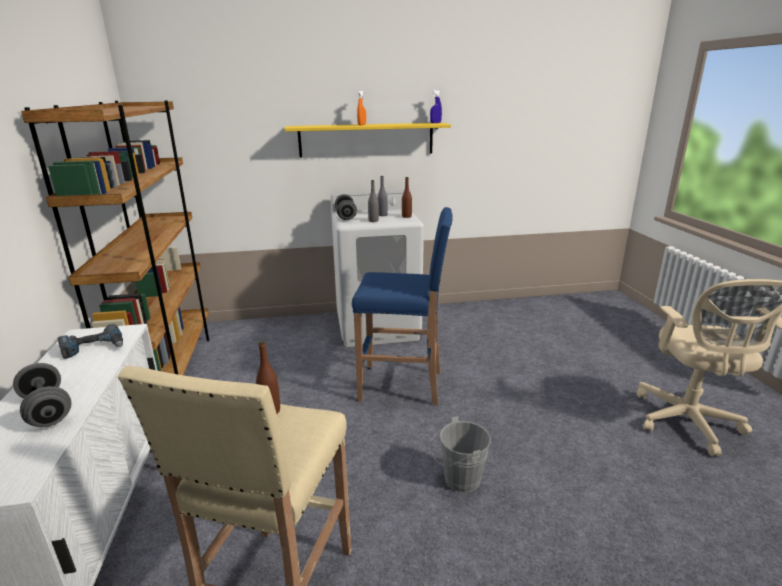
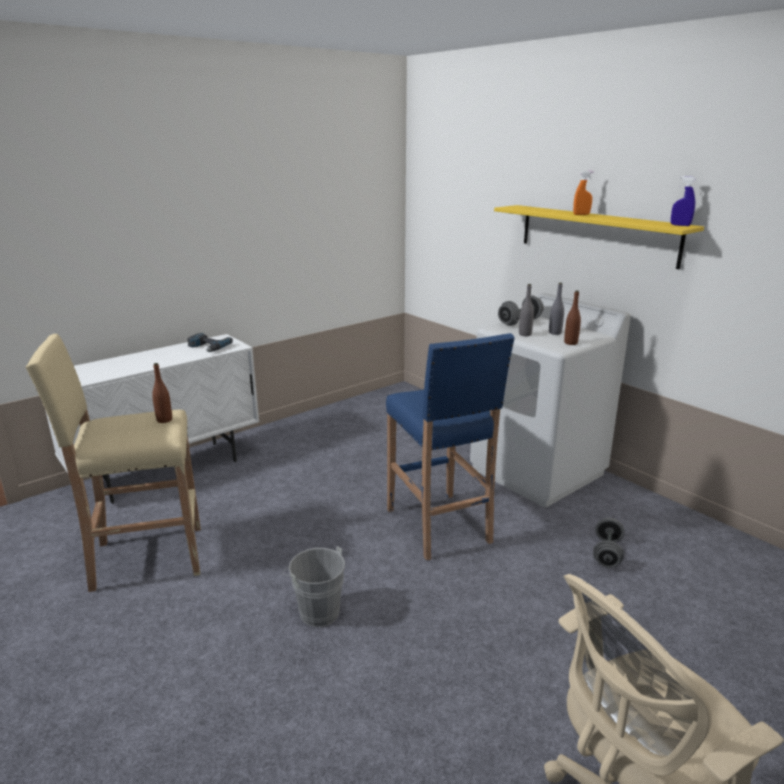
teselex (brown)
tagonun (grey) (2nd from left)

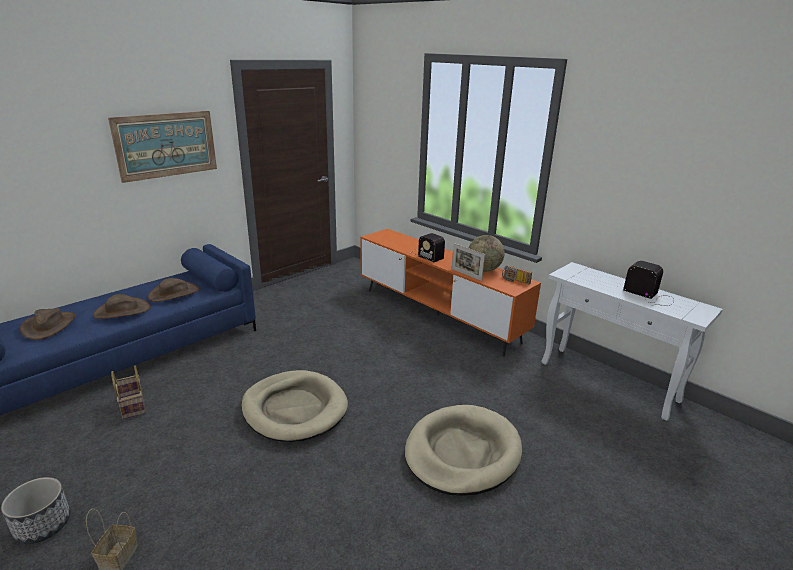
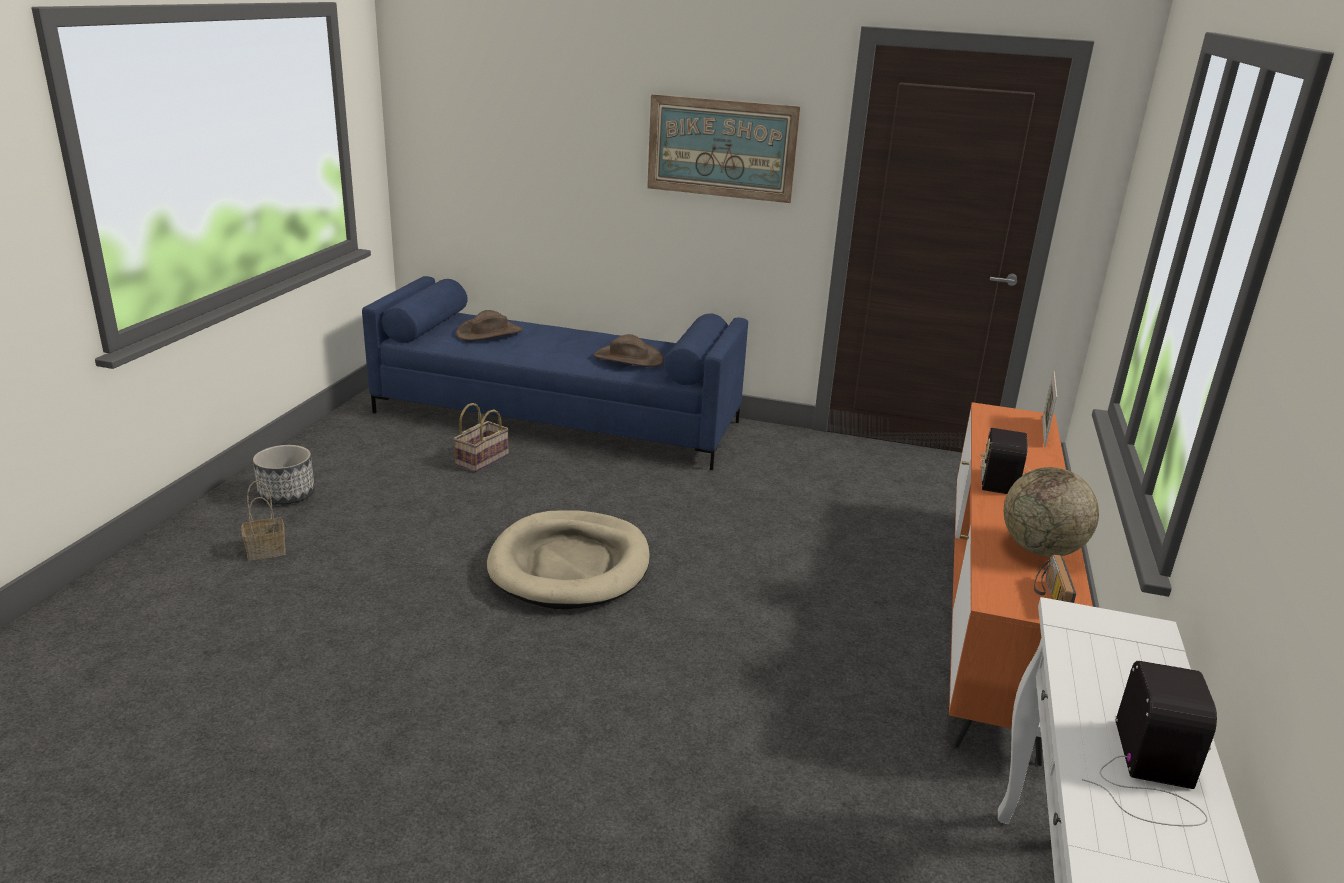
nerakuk
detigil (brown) (2nd from left in the first image)
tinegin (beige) (2nd from left in the first image)

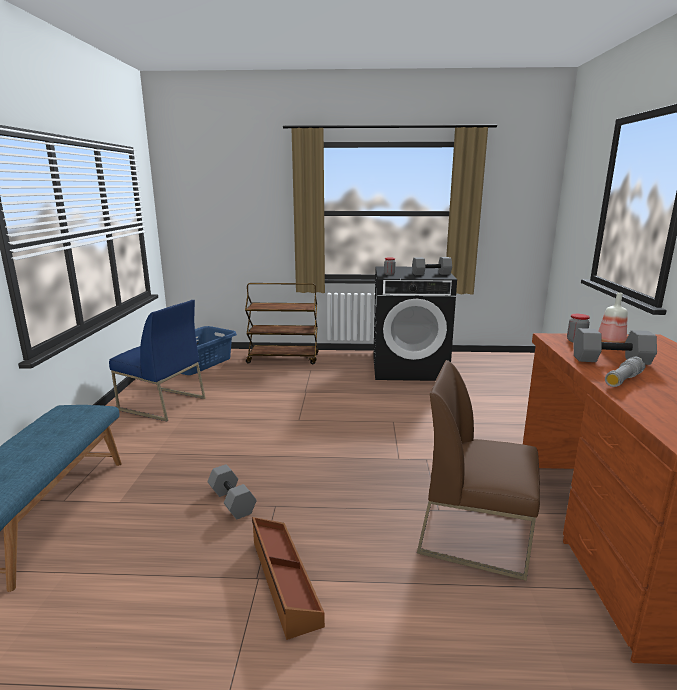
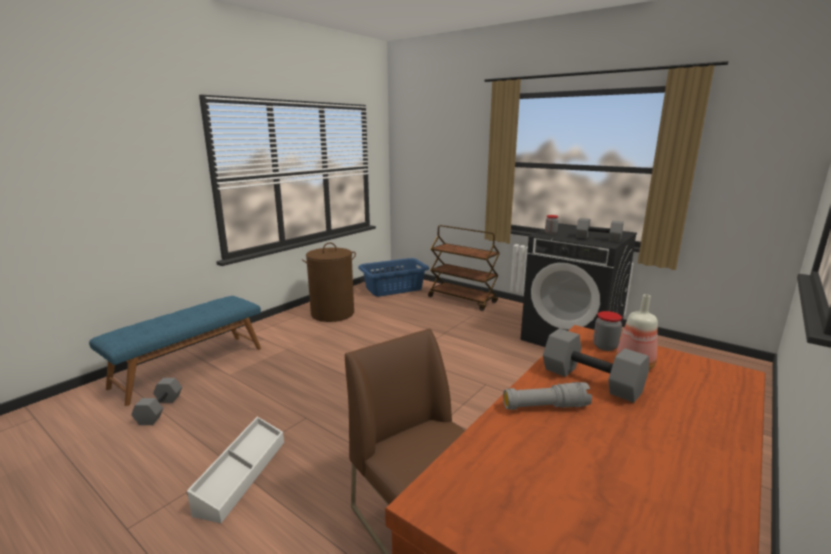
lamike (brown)
tagonun (grey) (1st from left)
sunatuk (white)

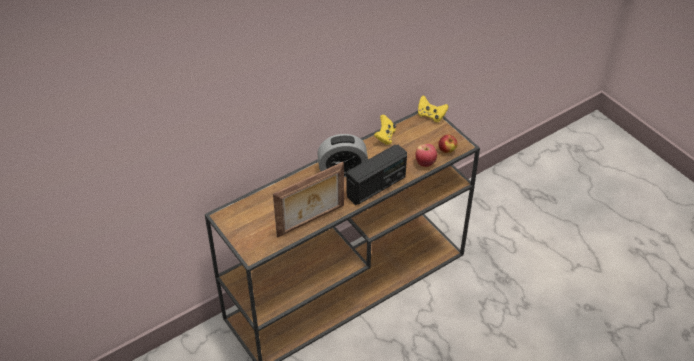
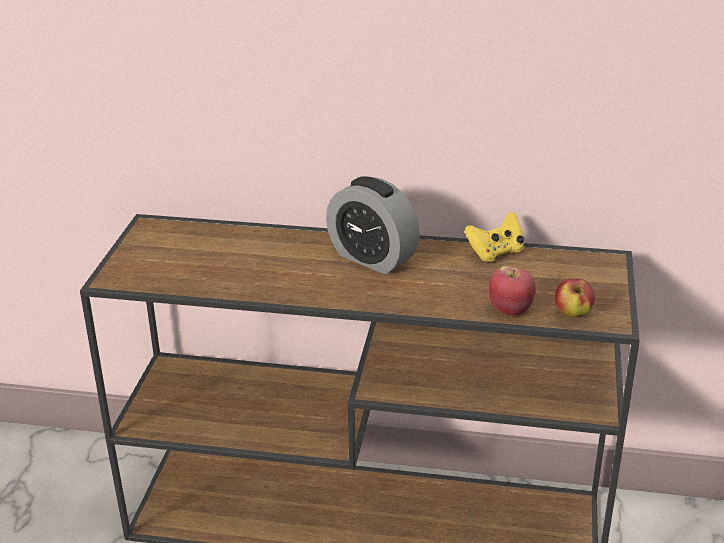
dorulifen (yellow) (2nd from left in the first image)
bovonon
nerakuk

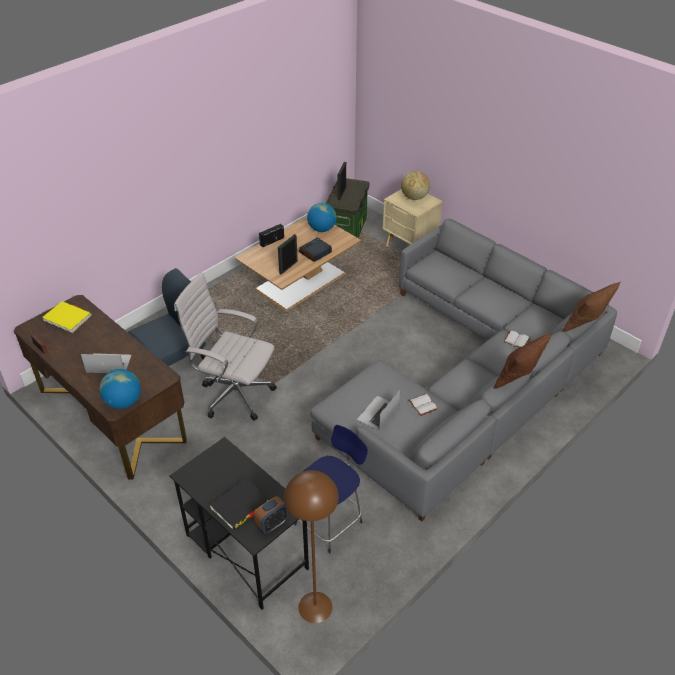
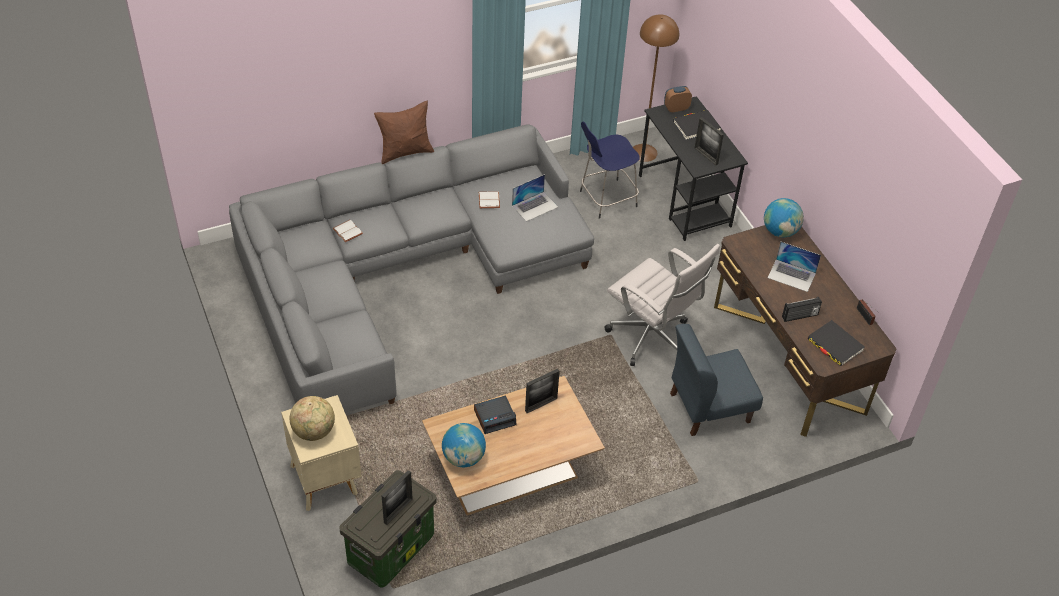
bovonon (1st from left)
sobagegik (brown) (2nd from left in the first image)
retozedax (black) (2nd from left)
nerakuk (3rd from left)

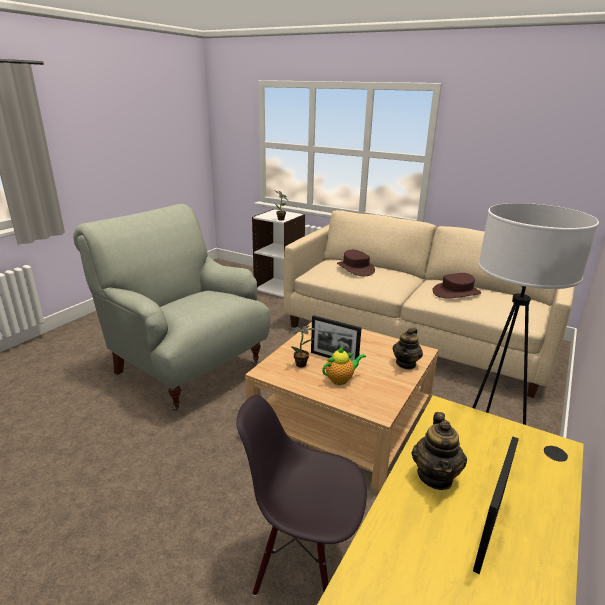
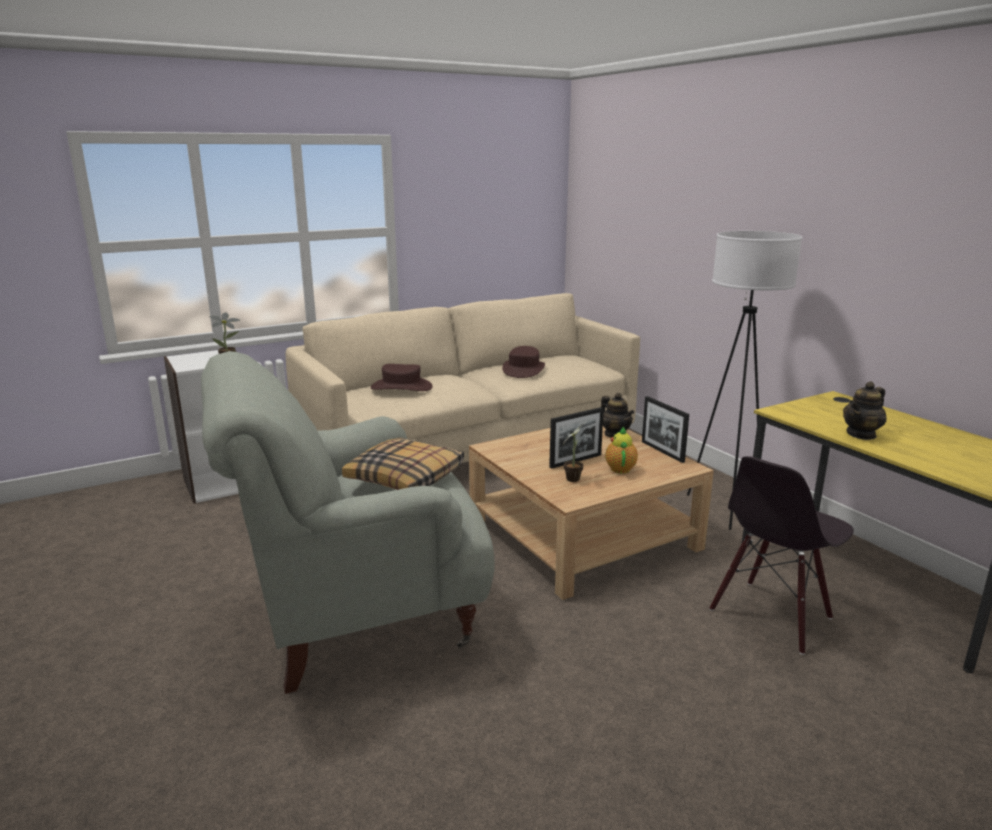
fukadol (3rd from left)
nerakuk (2nd from left)
sobagegik

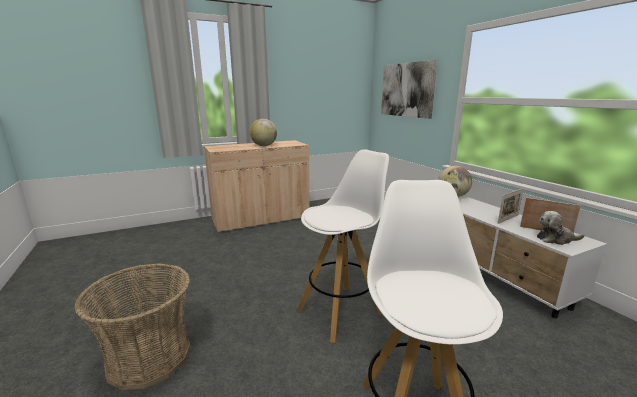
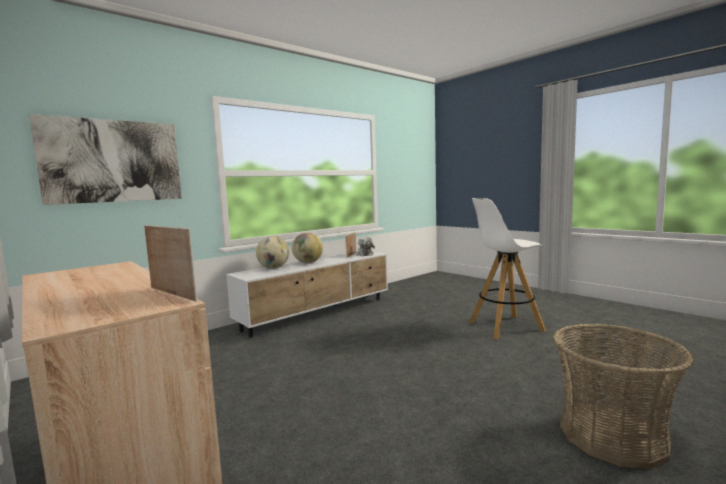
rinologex (2nd from left)
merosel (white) (1st from left in the first image)
nerakuk (1st from left)

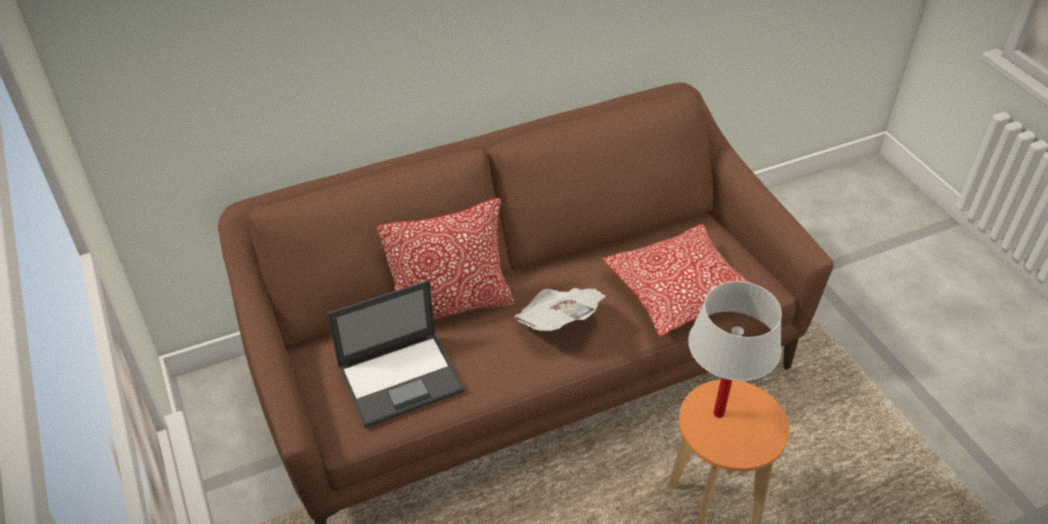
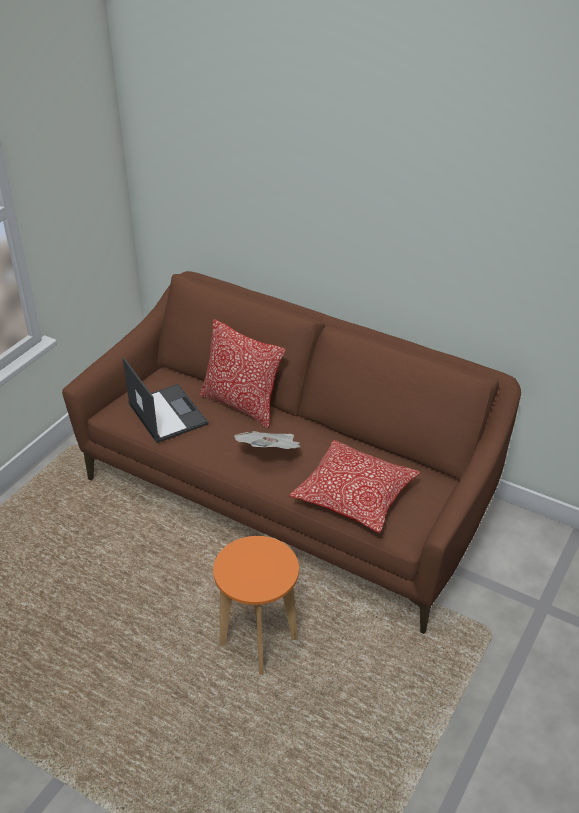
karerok
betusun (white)

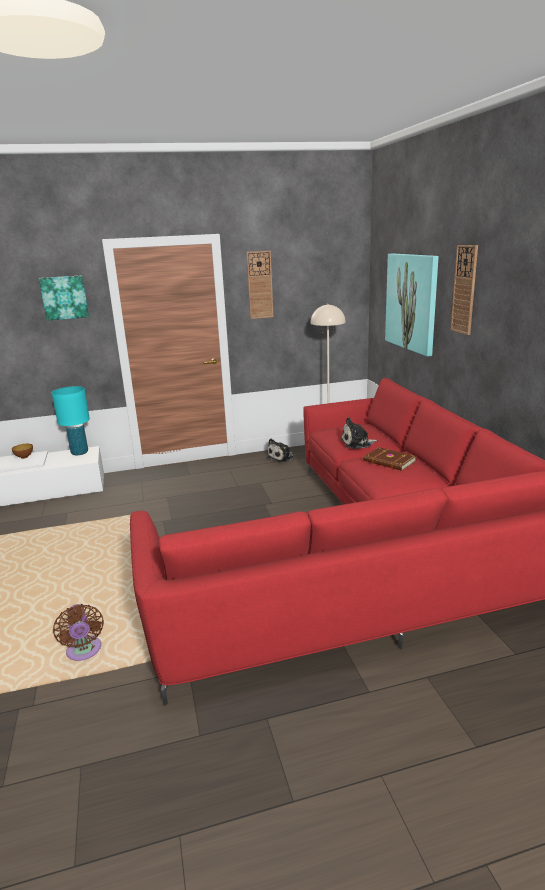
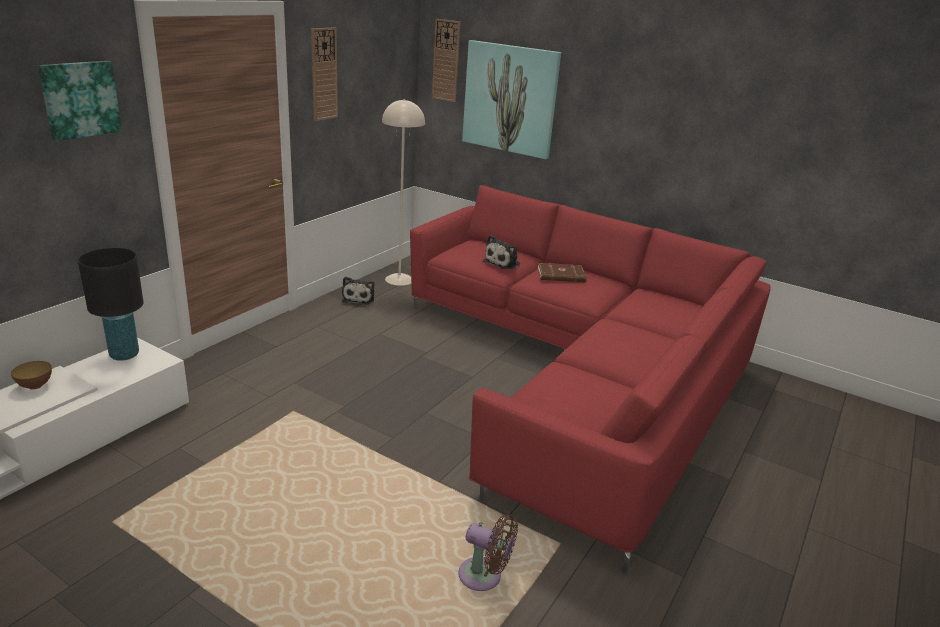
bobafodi (2nd from left)
betusun (black)

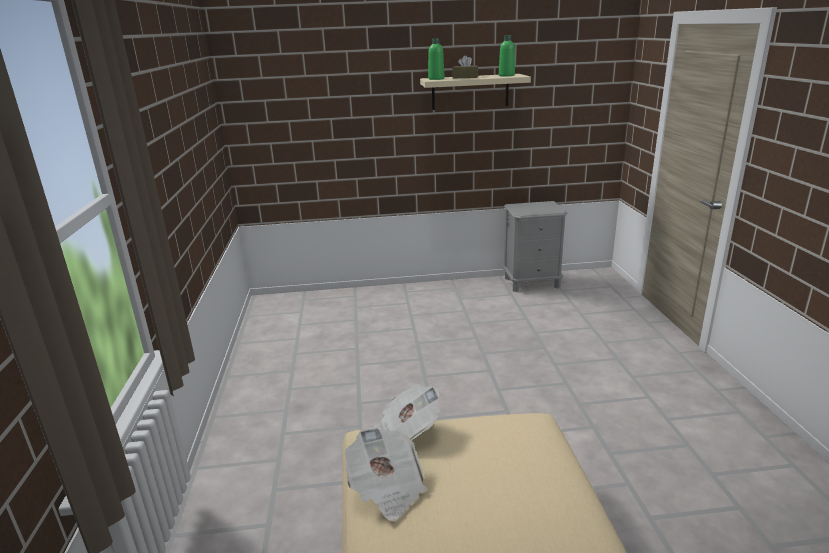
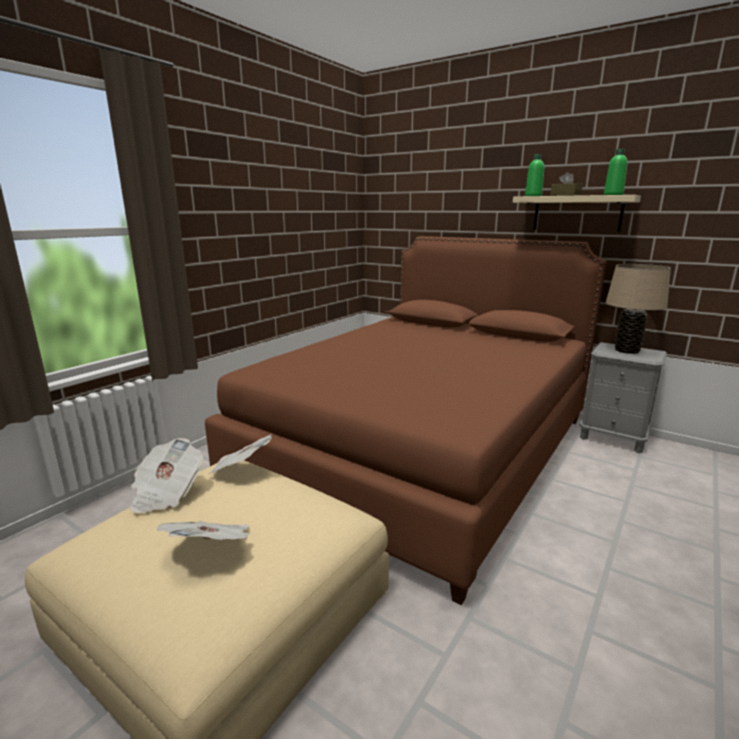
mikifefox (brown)
betusun (beige)
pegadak (2nd from left)

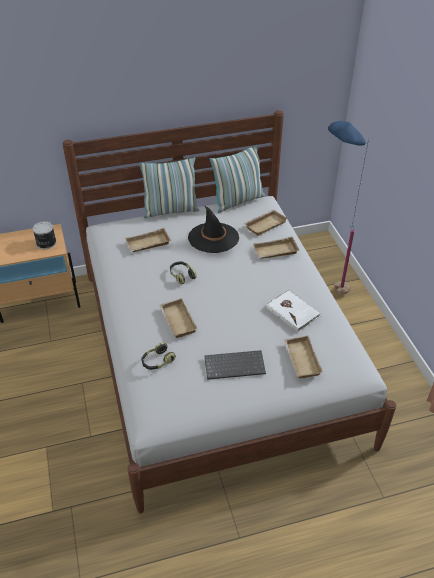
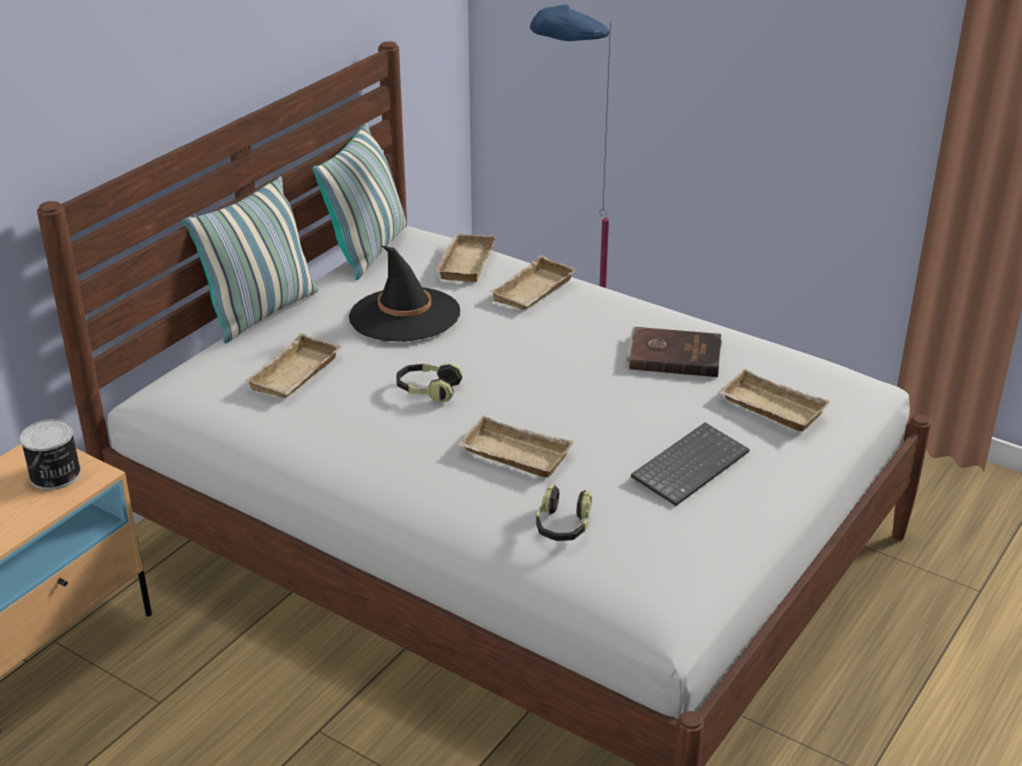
retozedax (brown)

